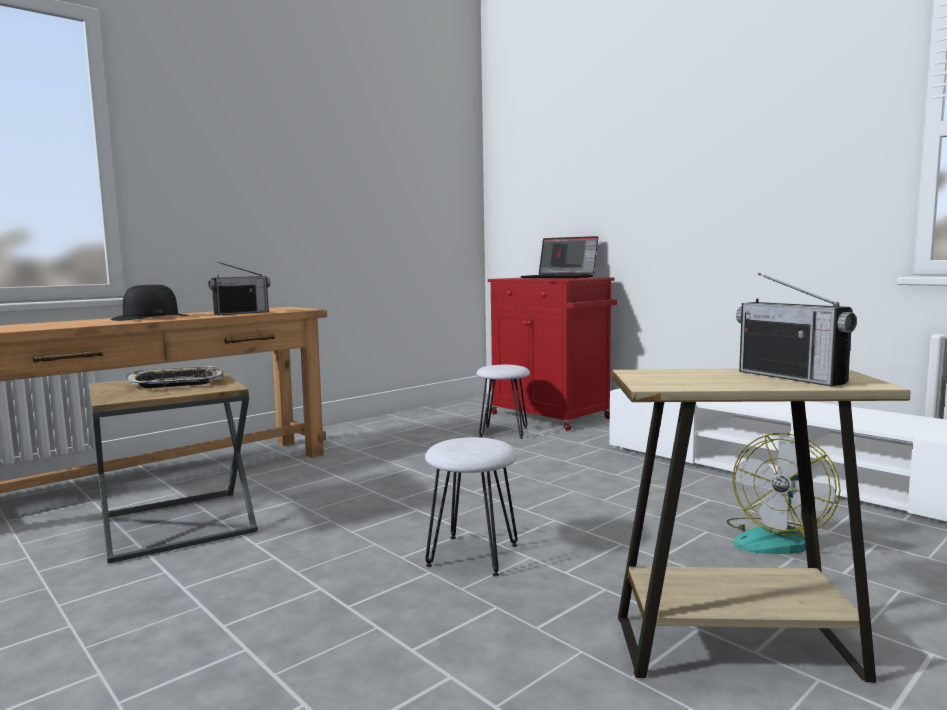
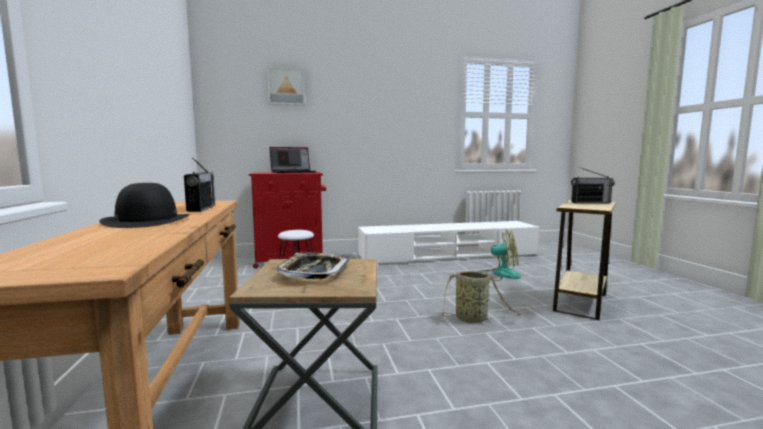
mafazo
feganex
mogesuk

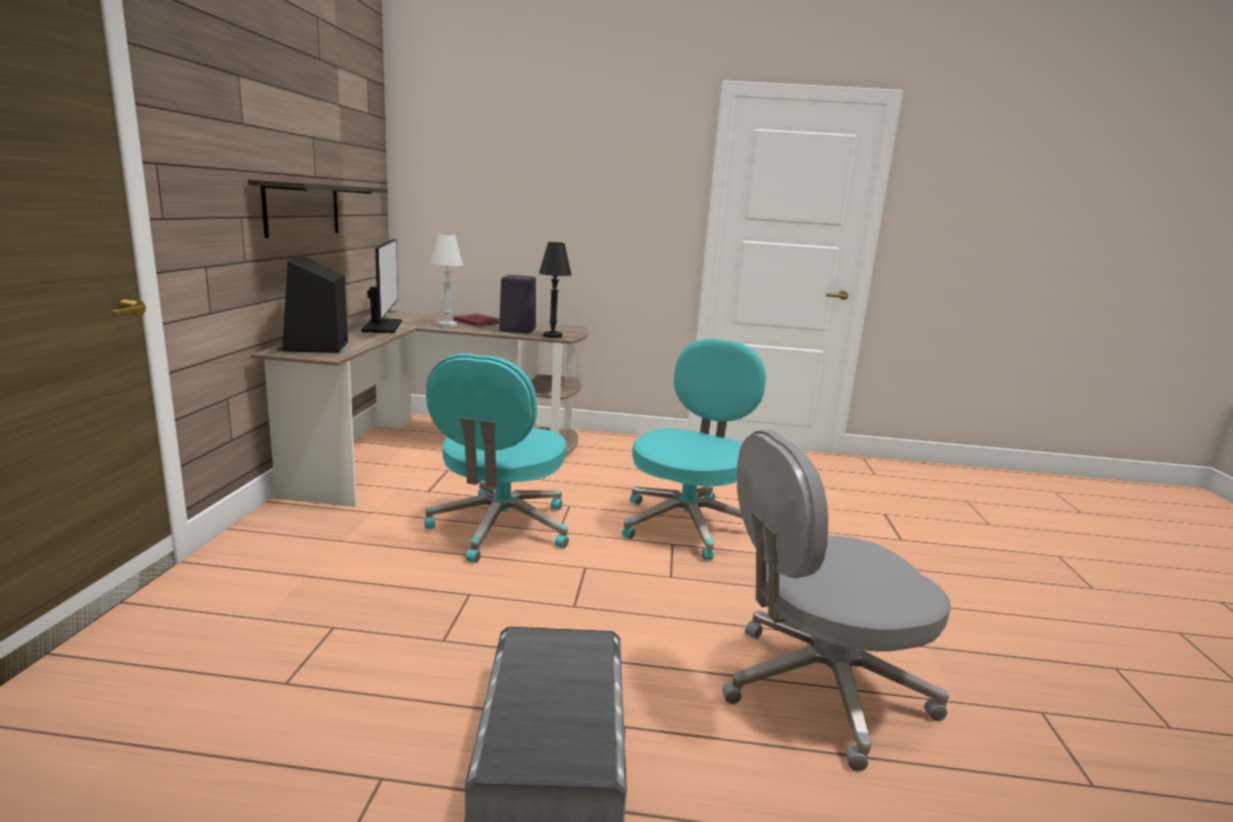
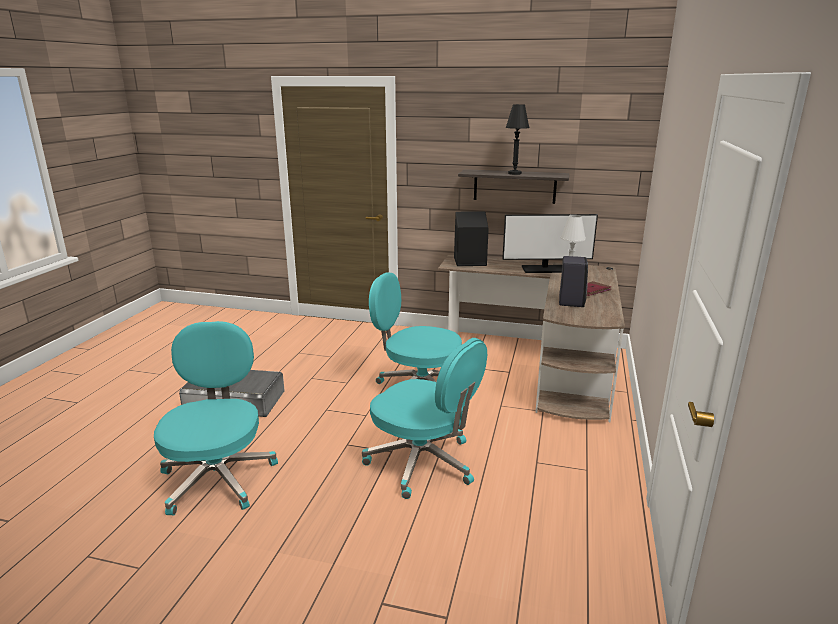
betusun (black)
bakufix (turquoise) (1st from left)

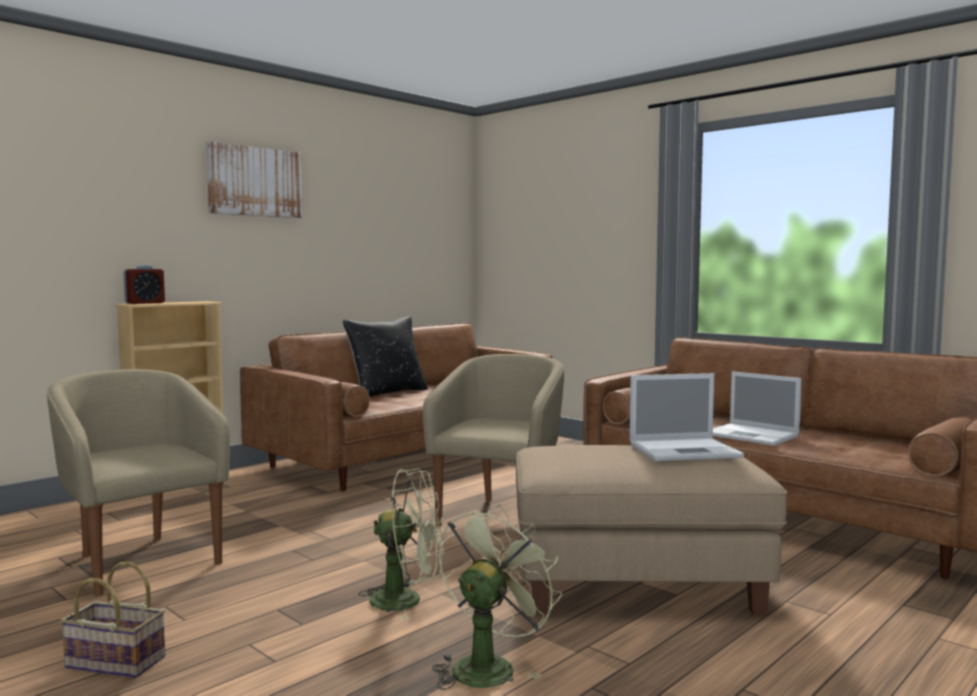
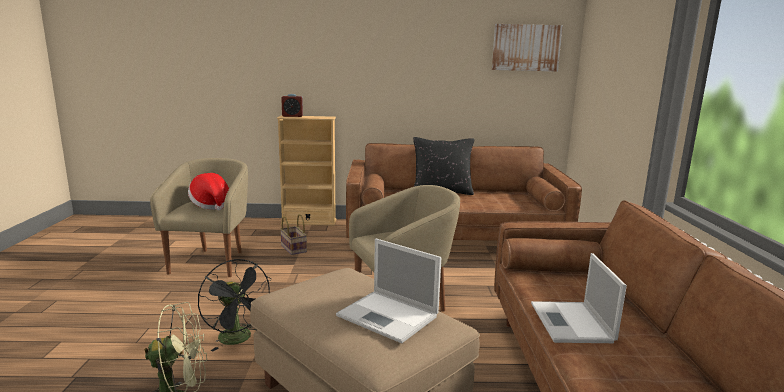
mogesuk
mafazo (black)
feganex
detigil

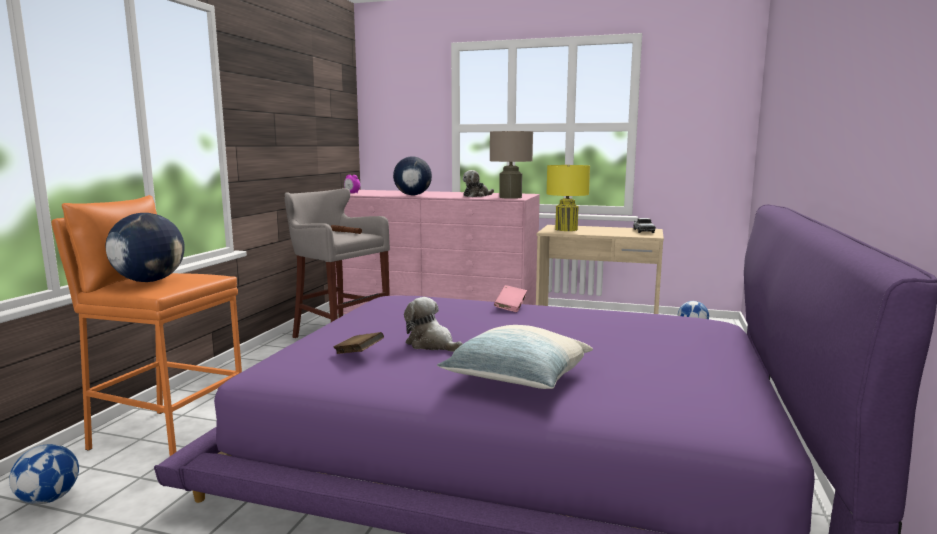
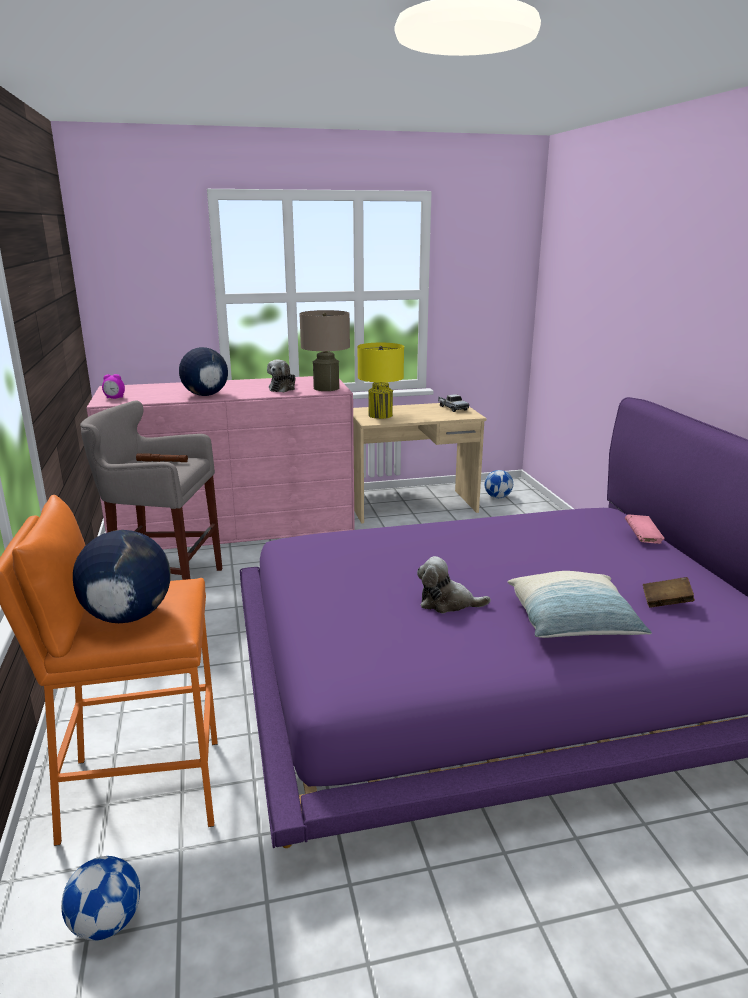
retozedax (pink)
retozedax (brown)

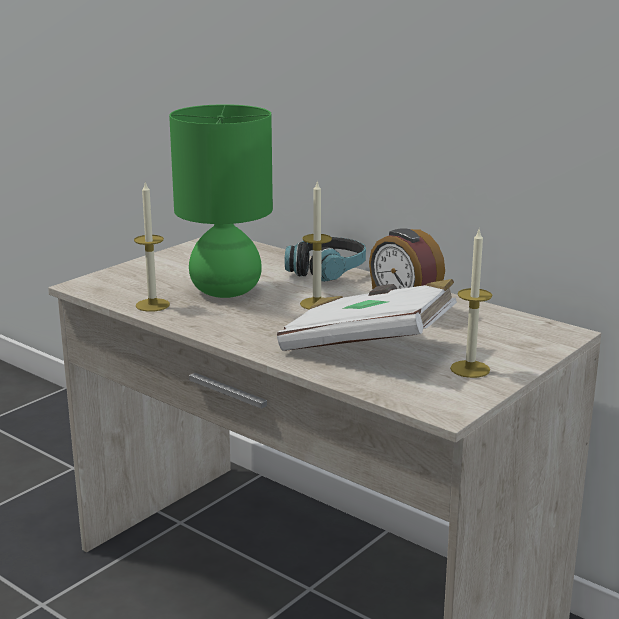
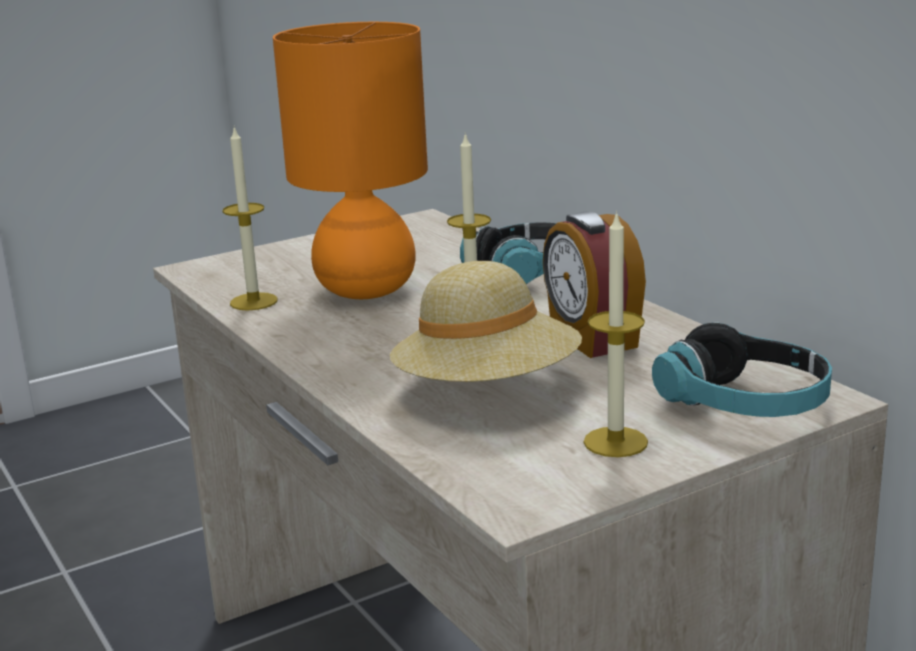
betusun (orange)
detigil (beige)
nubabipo (2nd from left)

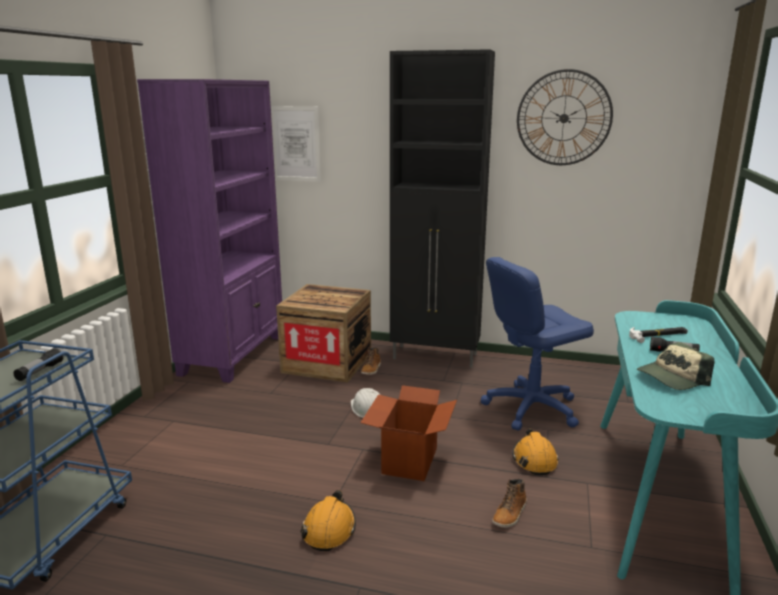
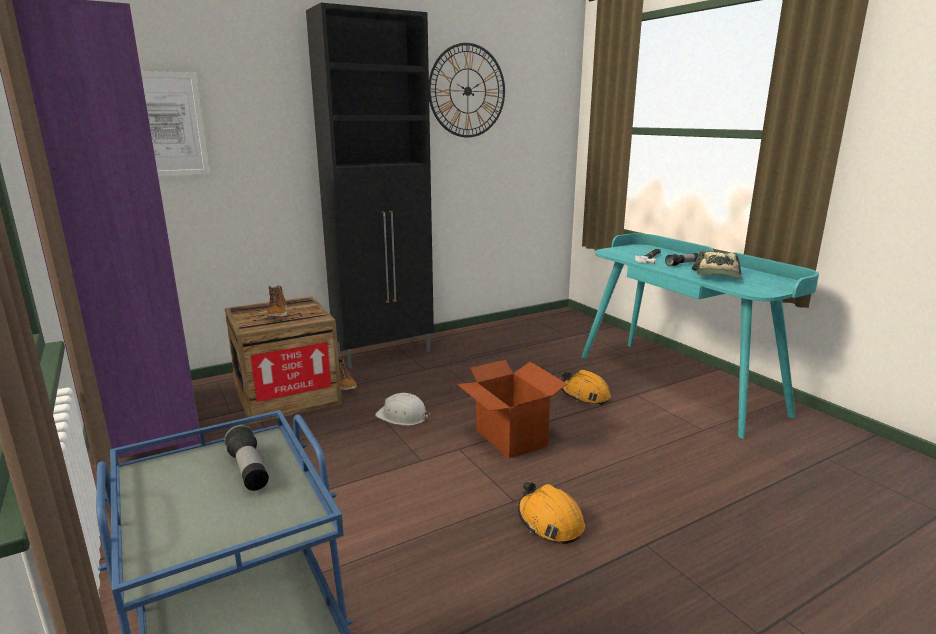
bakufix (blue)
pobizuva (1st from left)

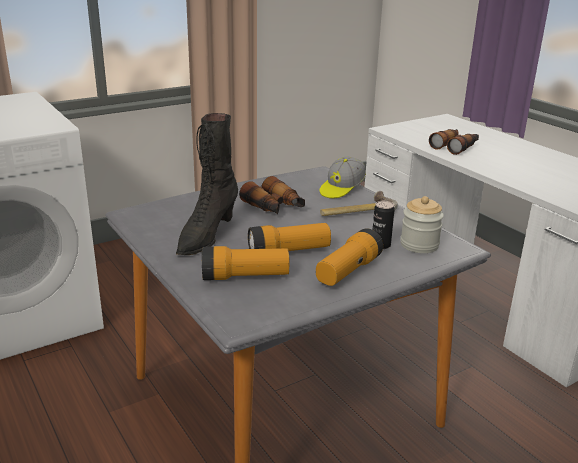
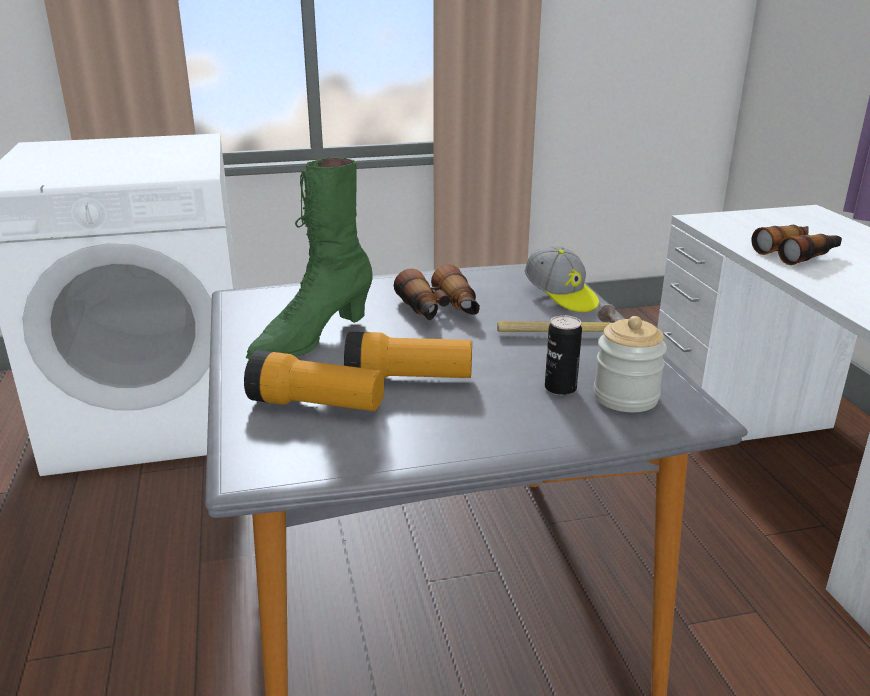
pobizuva (green)
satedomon
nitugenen (3rd from left in the first image)

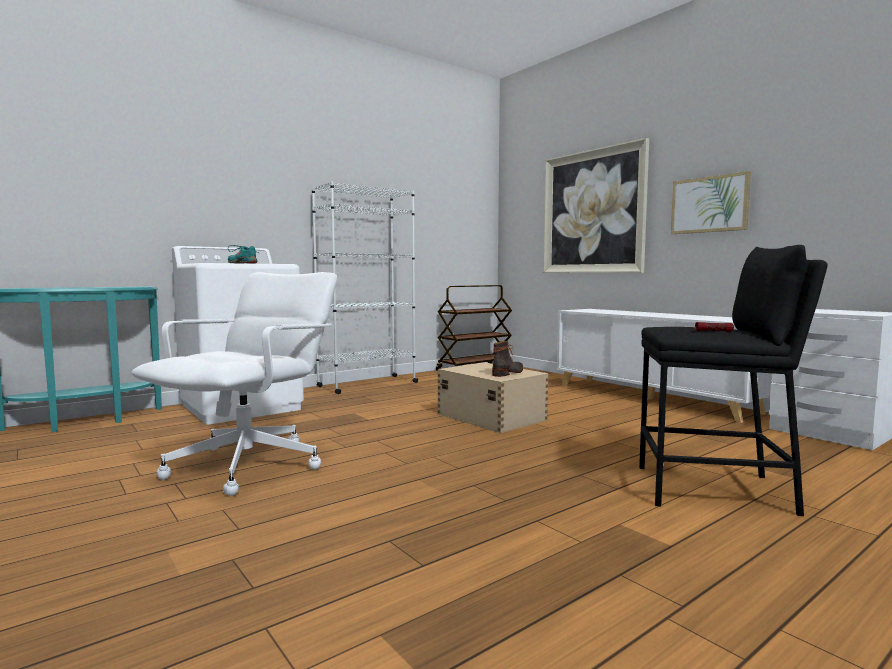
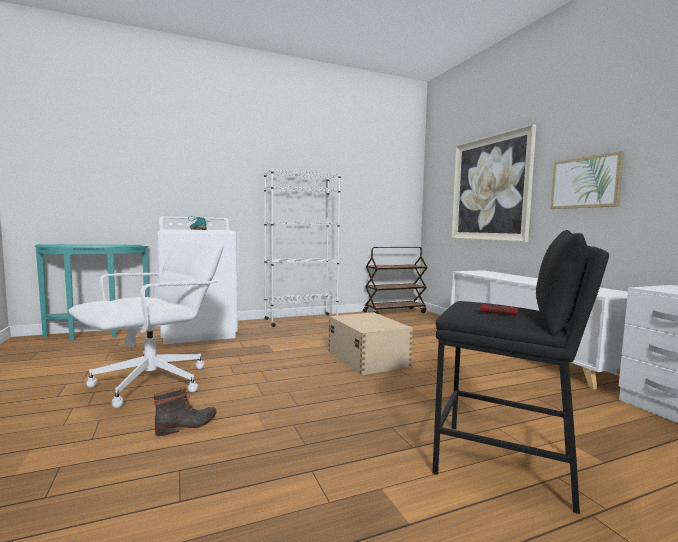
pobizuva

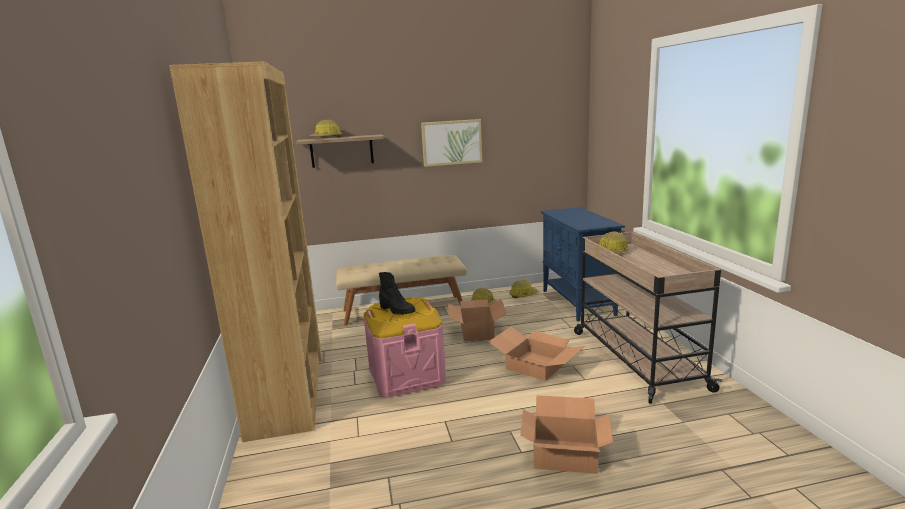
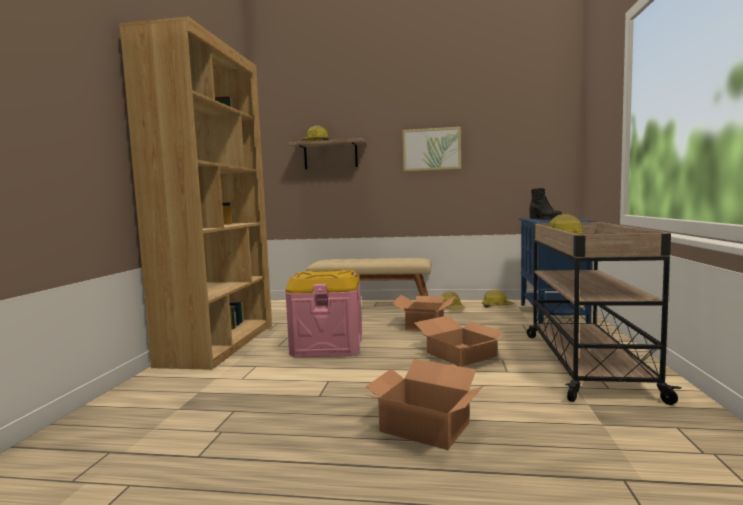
pobizuva (black)

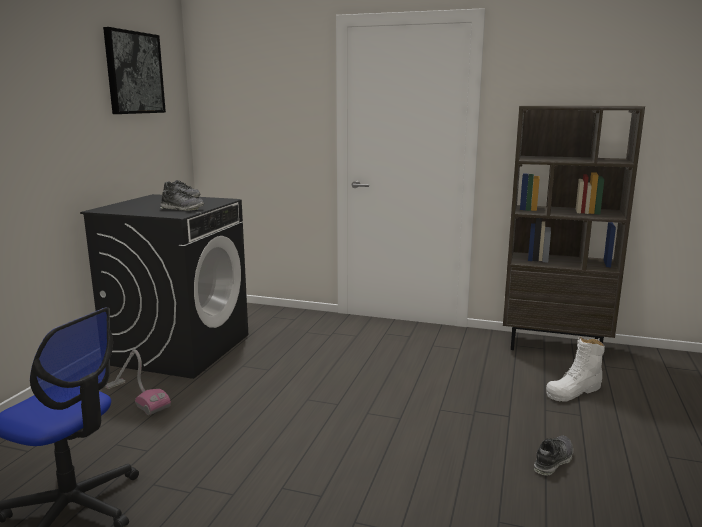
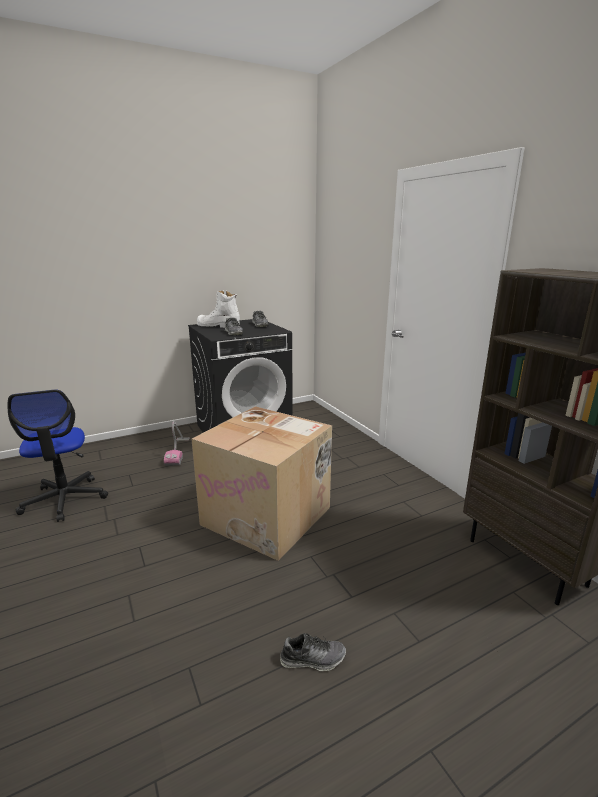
mogesuk
pobizuva (white)
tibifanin

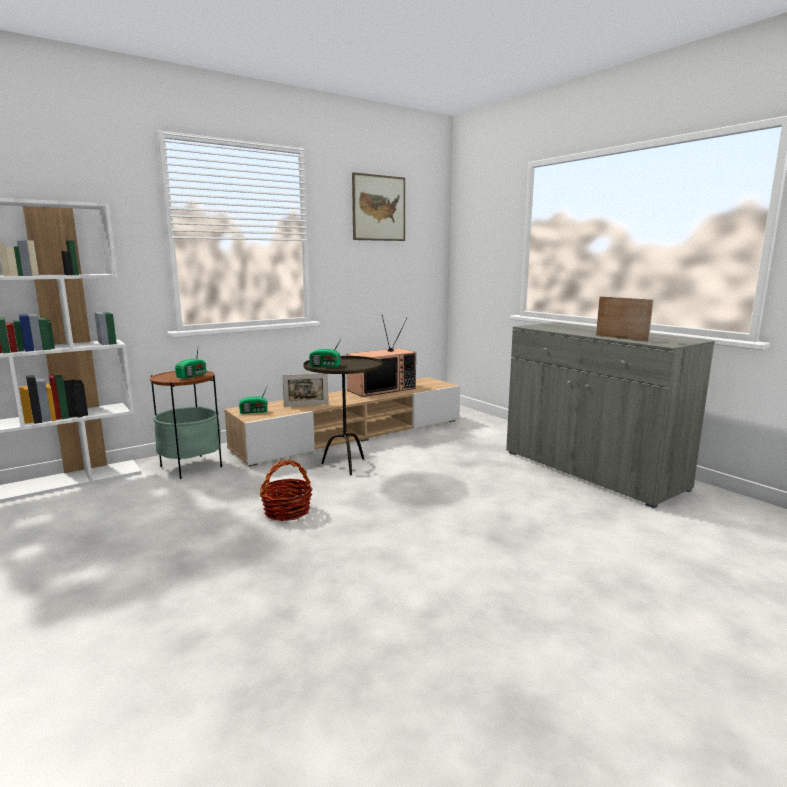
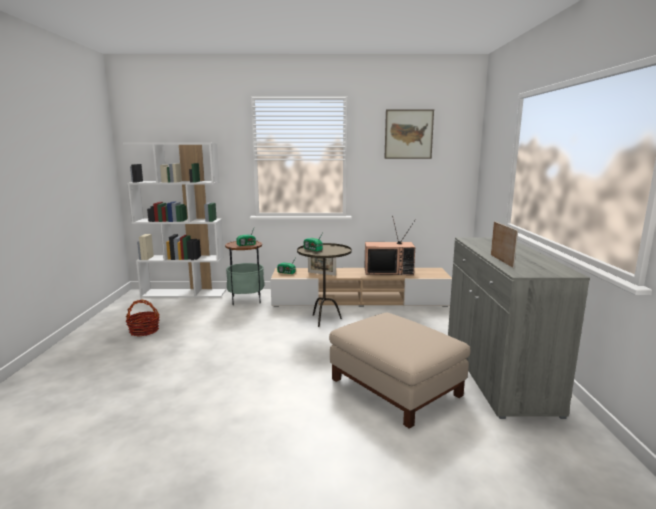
feganex
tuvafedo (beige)

